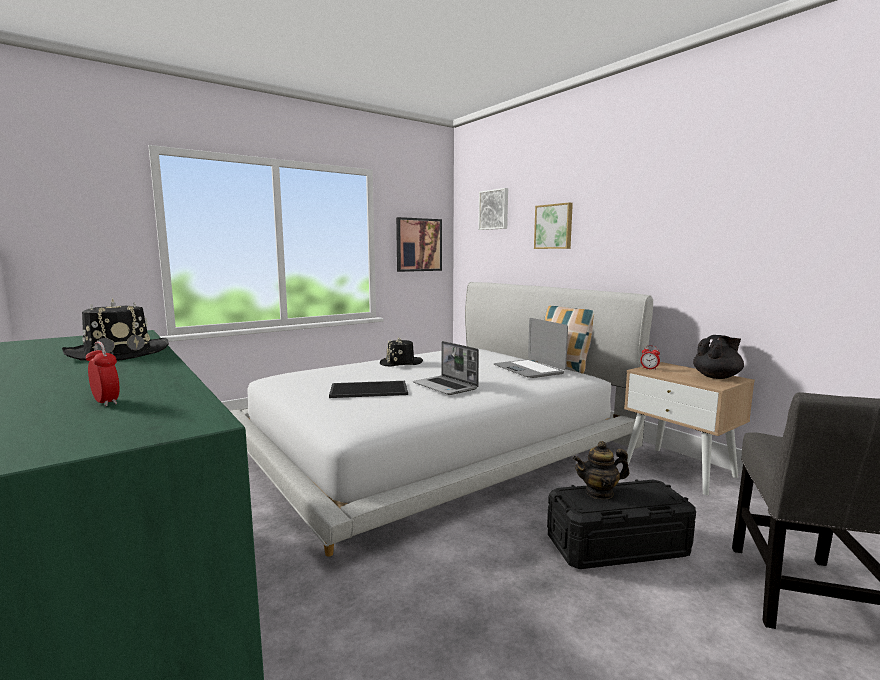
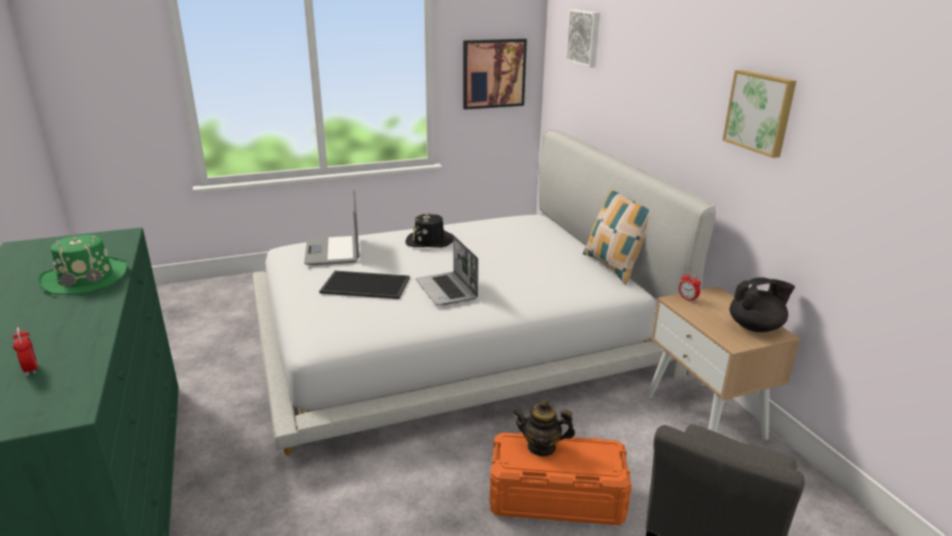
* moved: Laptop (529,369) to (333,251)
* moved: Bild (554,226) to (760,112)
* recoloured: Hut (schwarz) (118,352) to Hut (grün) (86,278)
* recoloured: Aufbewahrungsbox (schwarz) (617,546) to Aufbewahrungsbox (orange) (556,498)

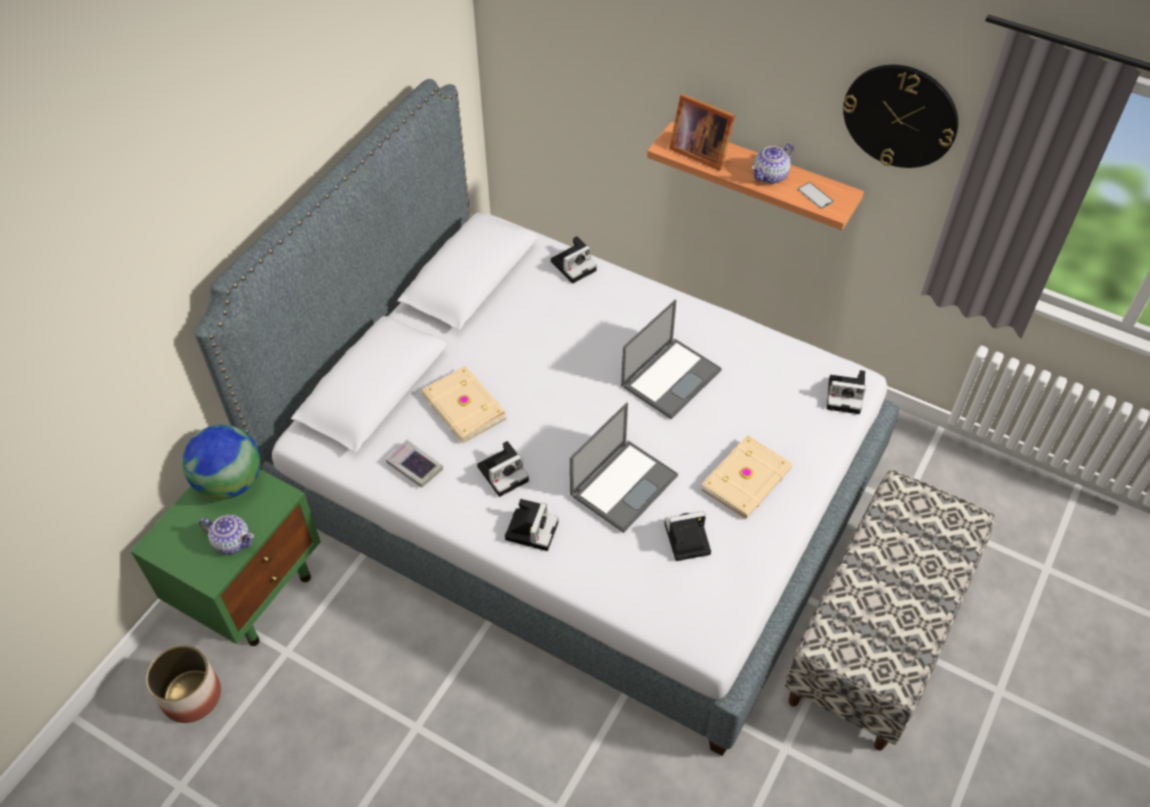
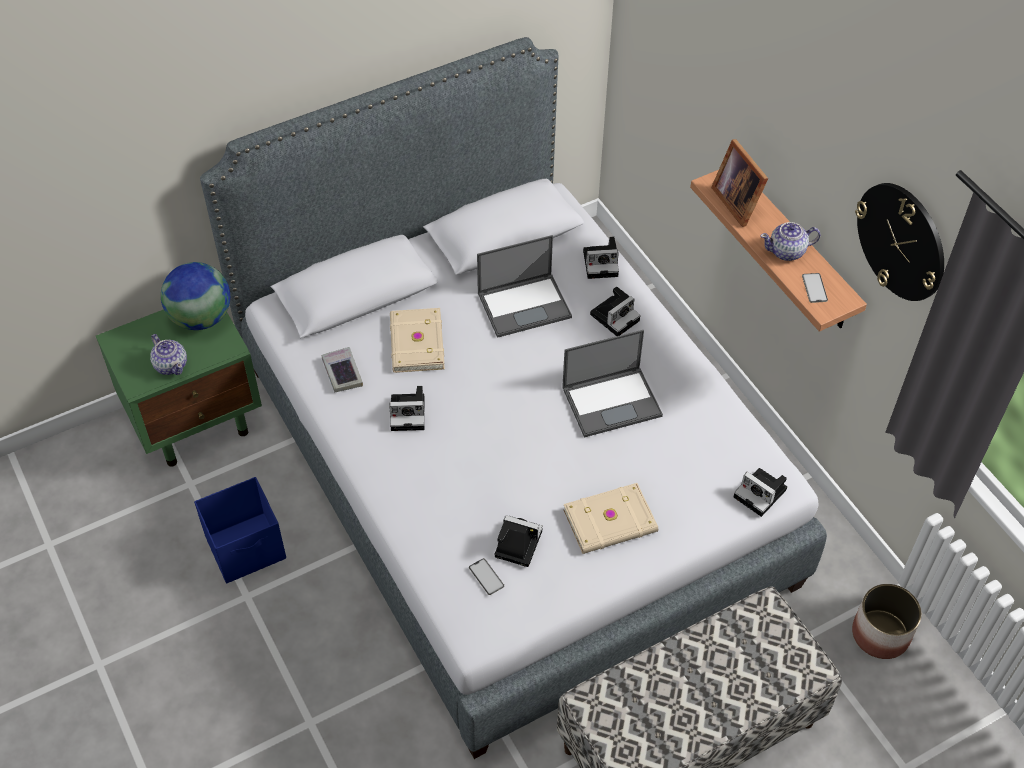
* added: Aufbewahrungsbox (blau) (247,548)
* added: Handy (486,577)
* moved: Pflanzkübel (192,696) to (881,634)
* moved: Kamera (531,529) to (615,316)
* moved: Laptop (624,484) to (525,304)

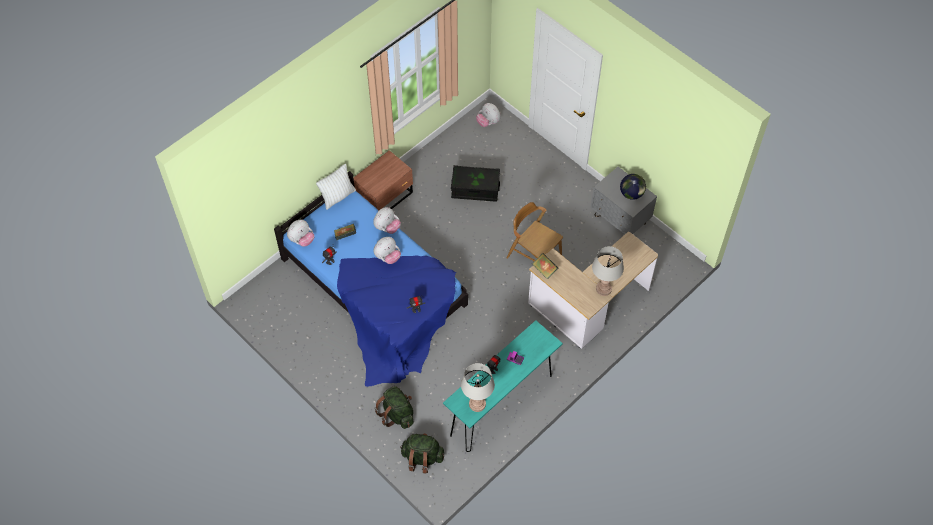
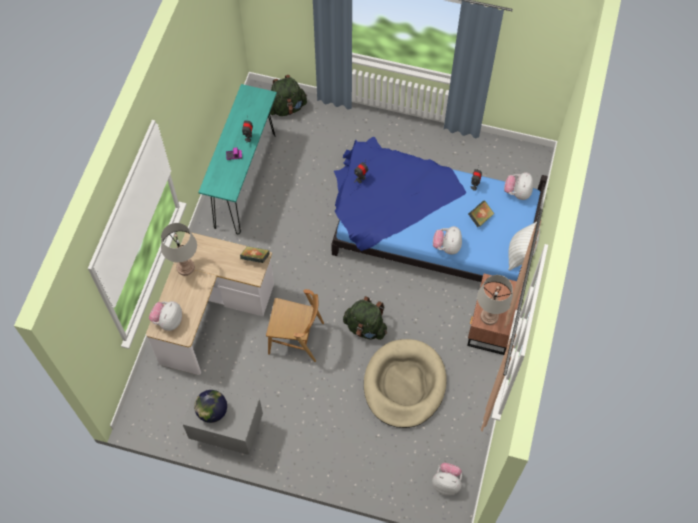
* moved: Plüschtier (387,257) to (168,321)
* moved: Rucksack (grün) (397,414) to (365,327)
* moved: Tischlampe (grau) (477,404) to (489,317)
* replaced: Aufbewahrungsbox (schwarz) (475,189) to Hundebett (beige) (404,384)

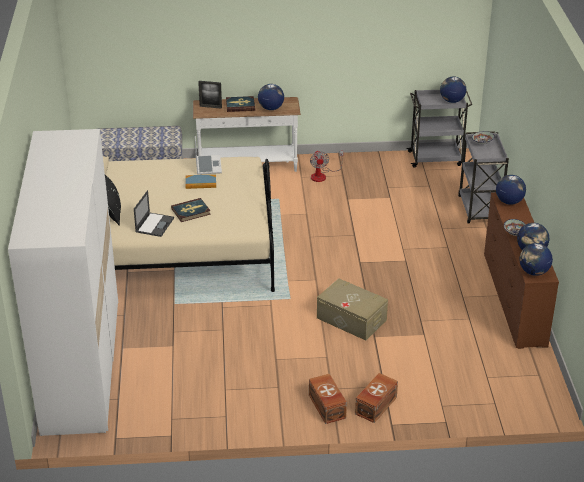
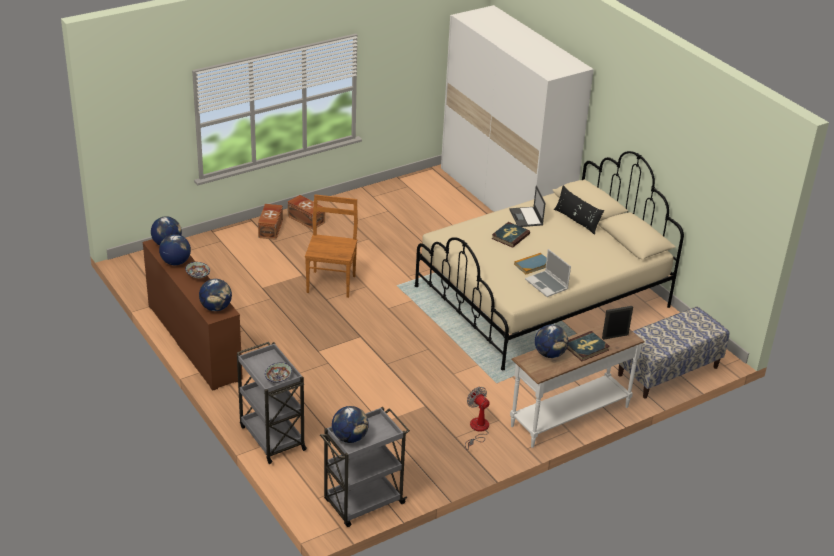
* replaced: Aufbewahrungsbox (beige) (351,319) to Stuhl (braun) (331,283)

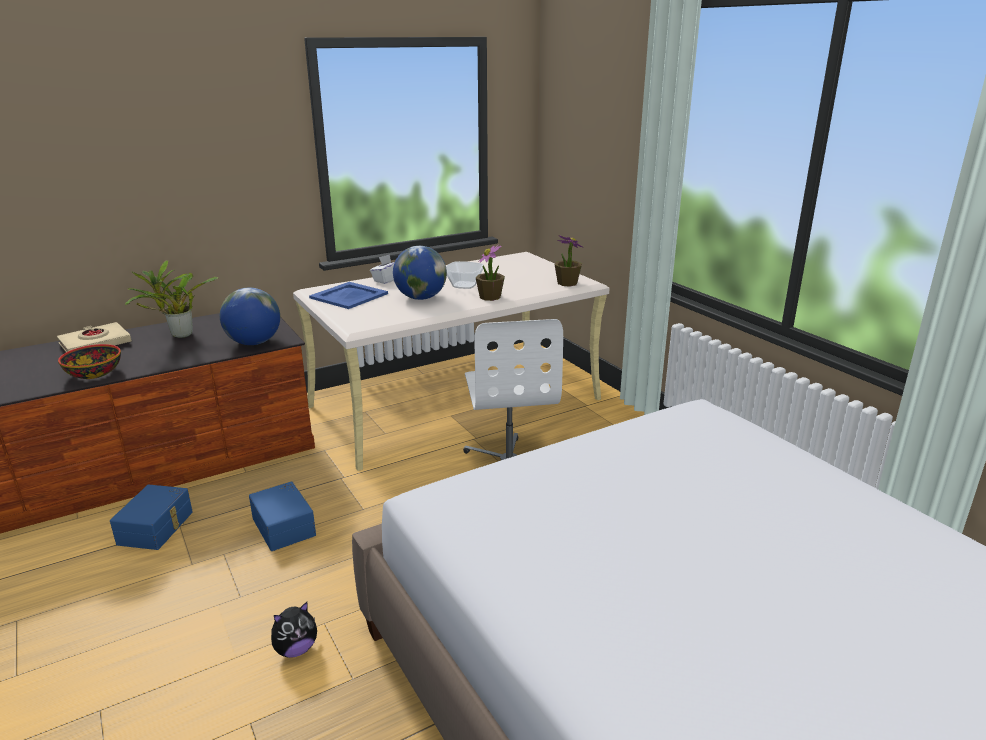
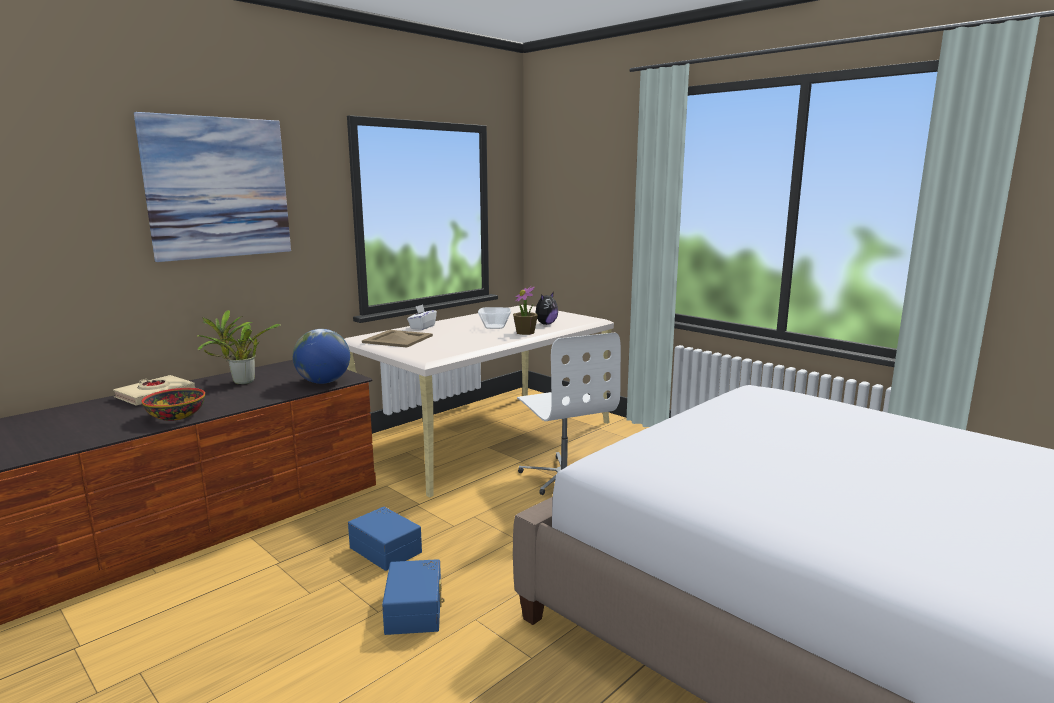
* removed: Globus (421,298)
* removed: Topfpflanze (567,283)
* added: Bild (218,188)
* moved: Aufbewahrungsbox (blau) (157,528) to (416,609)
* moved: Plüschtier (296,649) to (545,324)
* recoloured: Tablett (blau) (348,296) to Tablett (beige) (397,339)

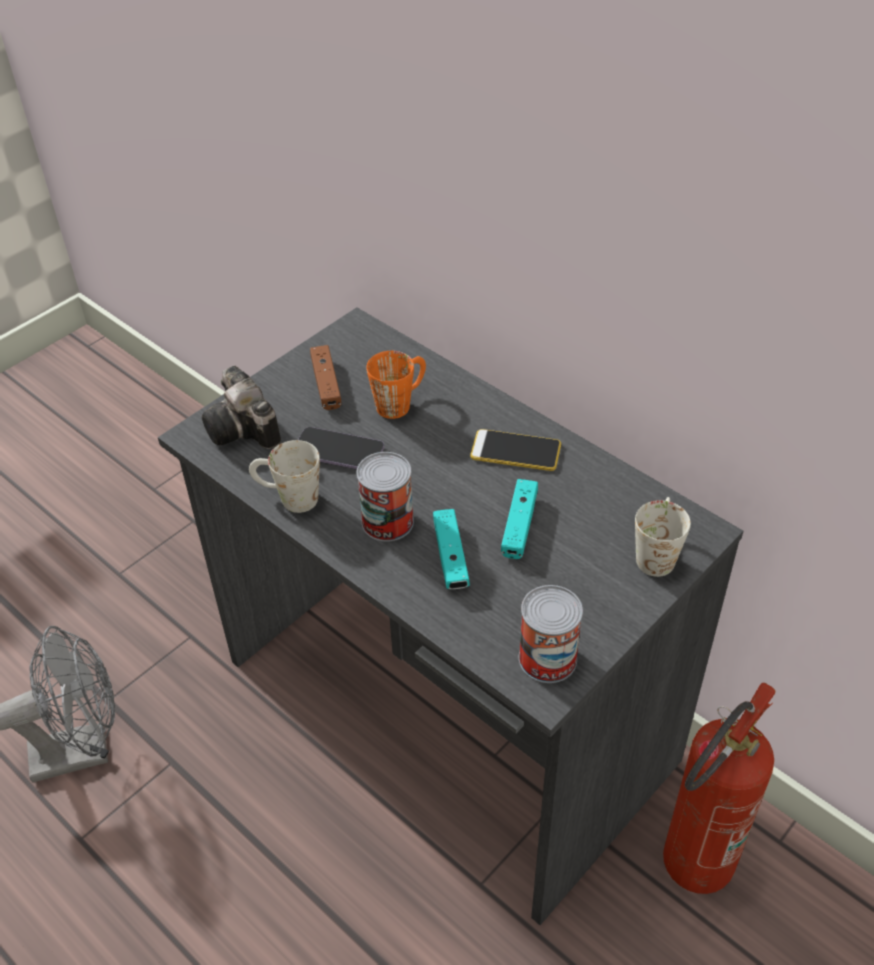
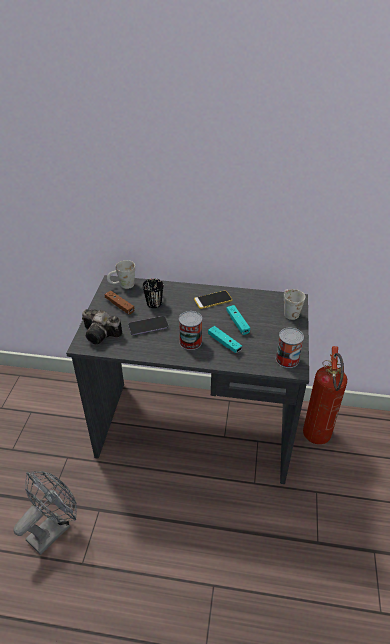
* moved: Henkelbecher (weiß) (288,498) to (122,285)
* recoloured: Henkelbecher (orange) (401,401) to Henkelbecher (schwarz) (155,300)

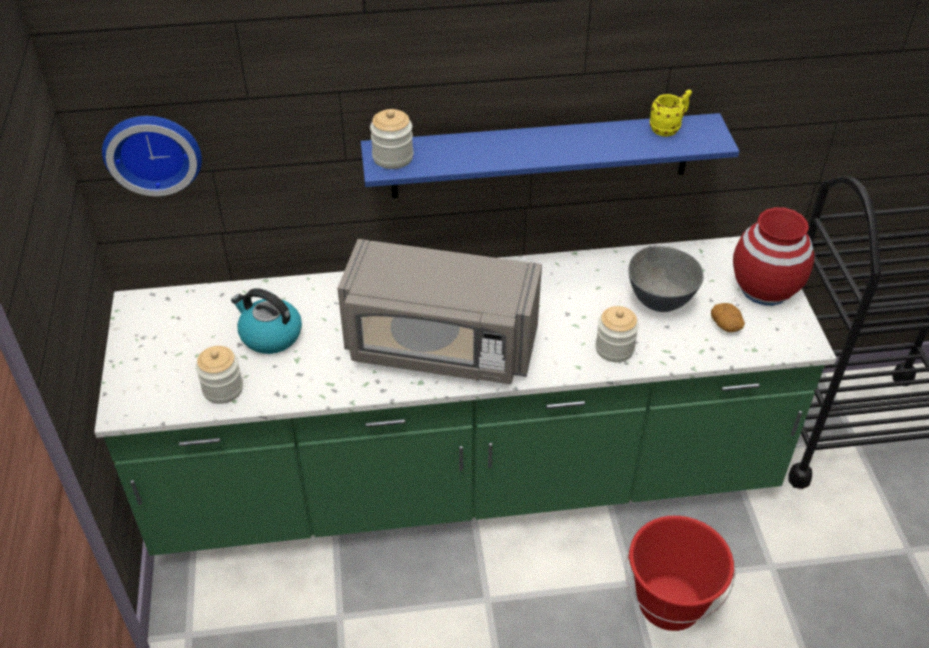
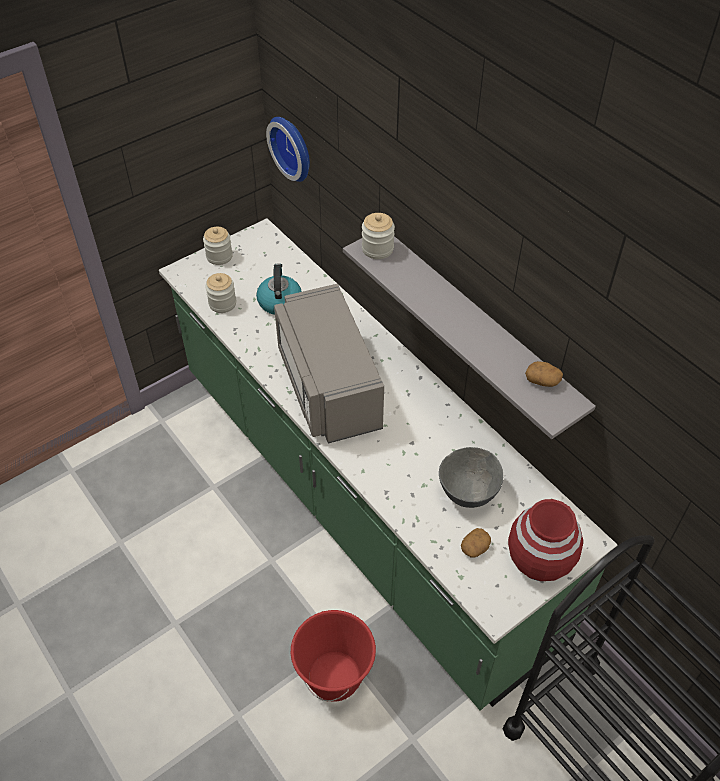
* moved: Vorratsglas (614,348) to (219,256)
* replaced: Henkelbecher (gelb) (668,128) to Kartoffel (542,380)
* recoloured: Wandregal (blau) (541,156) to Wandregal (grau) (477,330)

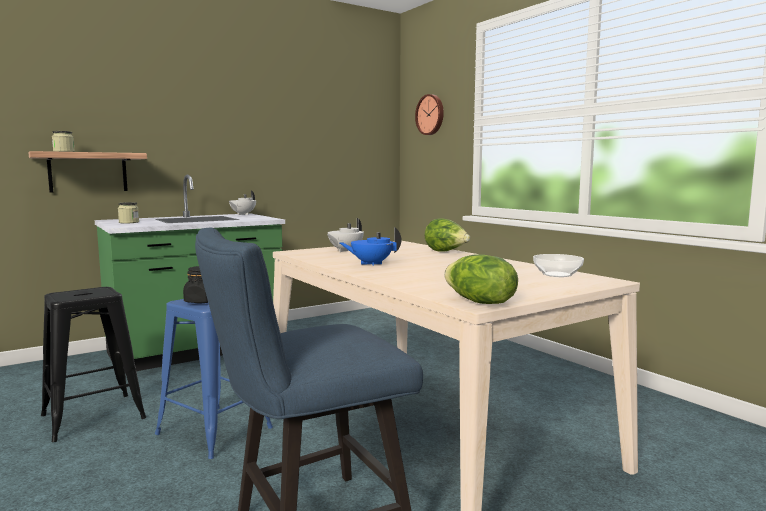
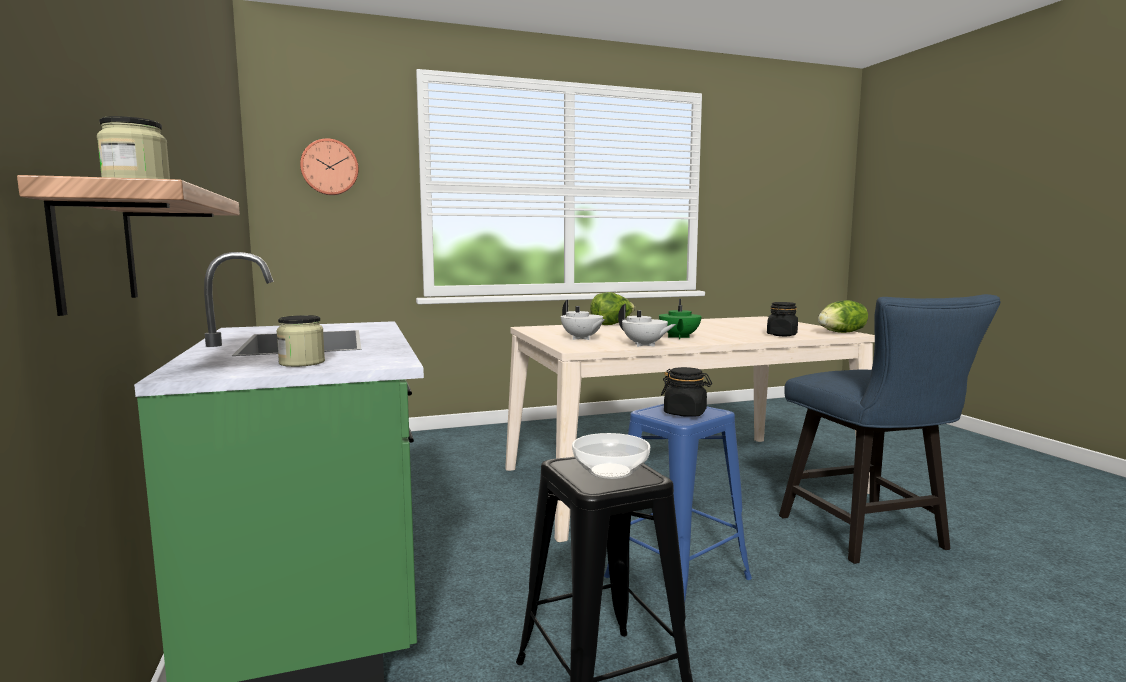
* added: Vorratsglas (schwarz) (782,335)
* moved: Teekanne (weiß) (242,214) to (644,345)
* moved: Schüssel (557,274) to (609,471)
* recoloured: Teekanne (blau) (371,264) to Teekanne (grün) (679,337)

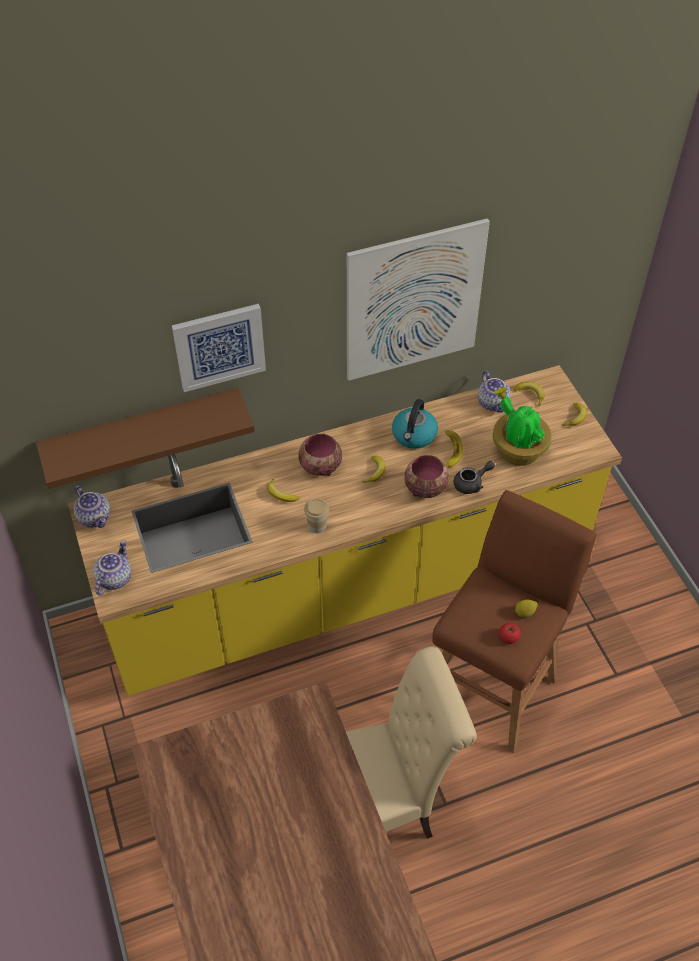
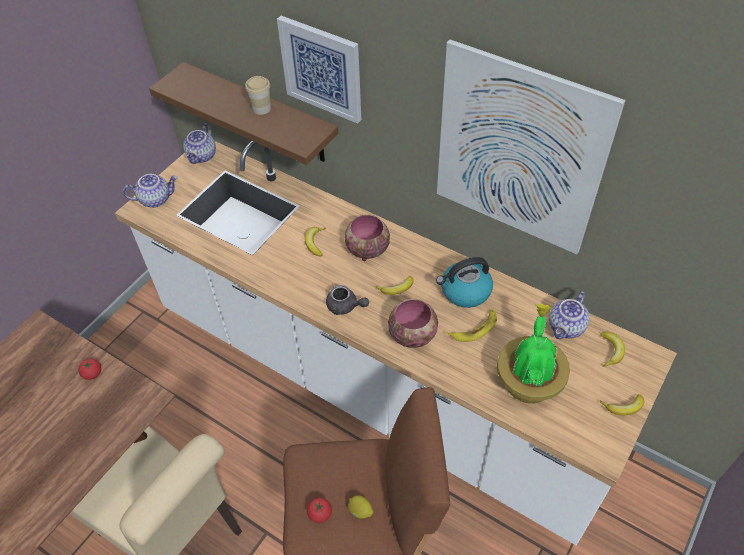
* added: Tomate (92,373)
* moved: Tasse (317,525) to (261,108)
* moved: Teekanne (grau) (472,483) to (345,306)
* recoloured: Küchenzeile (gelb) (349,587) to Küchenzeile (weiß) (375,382)

